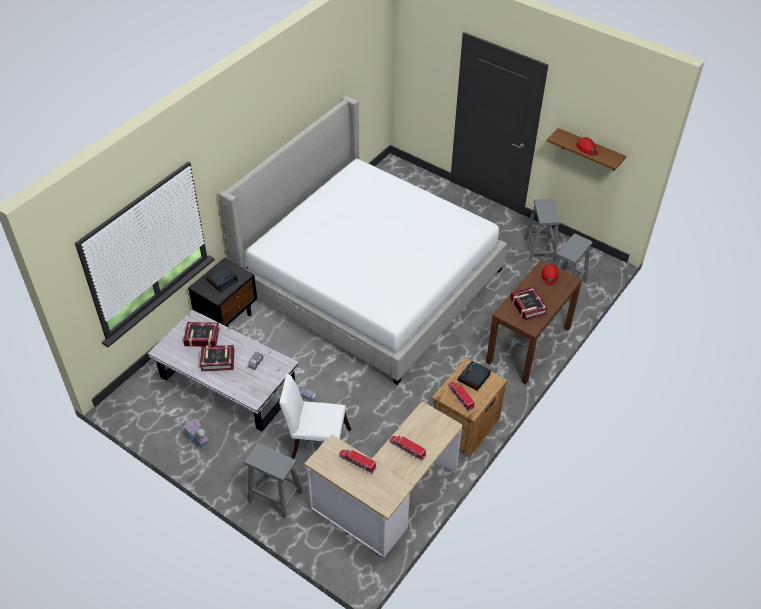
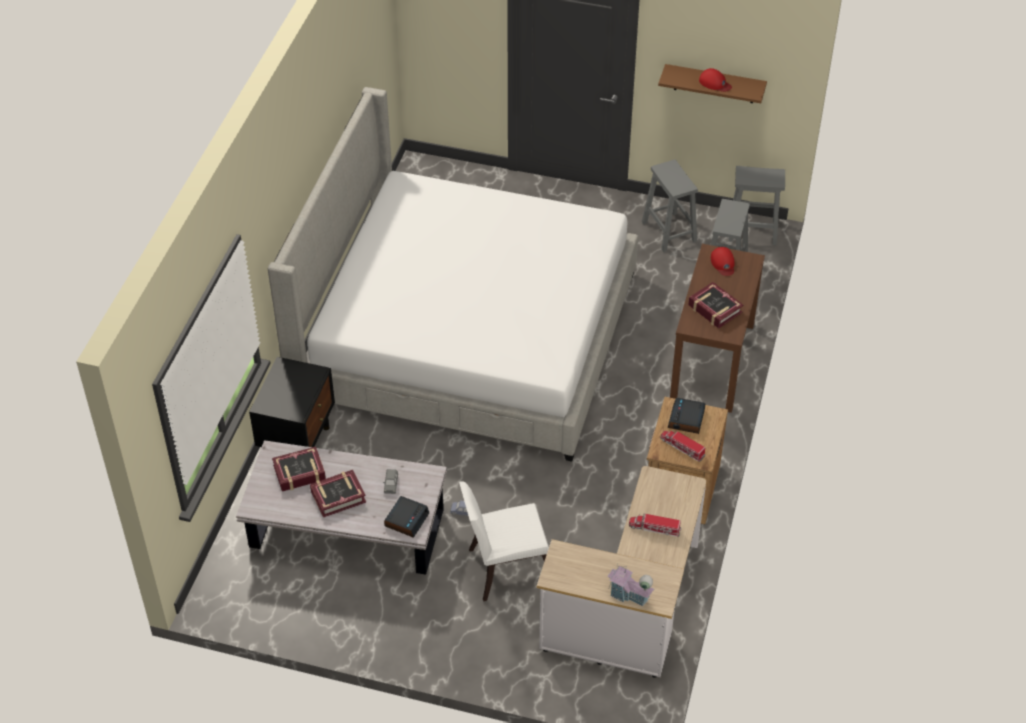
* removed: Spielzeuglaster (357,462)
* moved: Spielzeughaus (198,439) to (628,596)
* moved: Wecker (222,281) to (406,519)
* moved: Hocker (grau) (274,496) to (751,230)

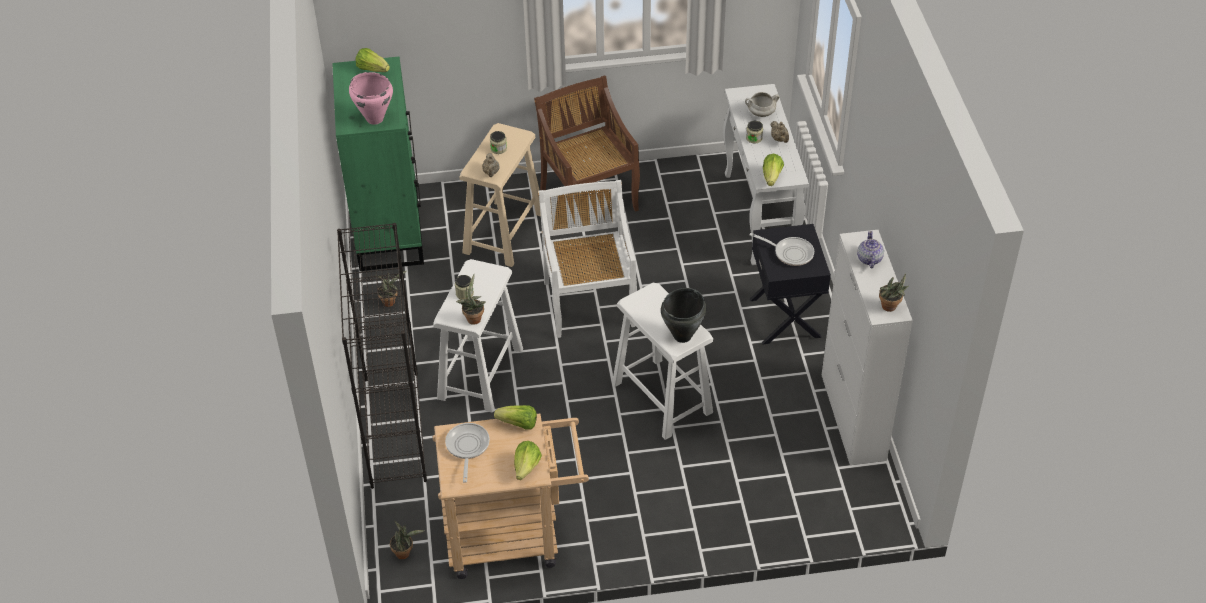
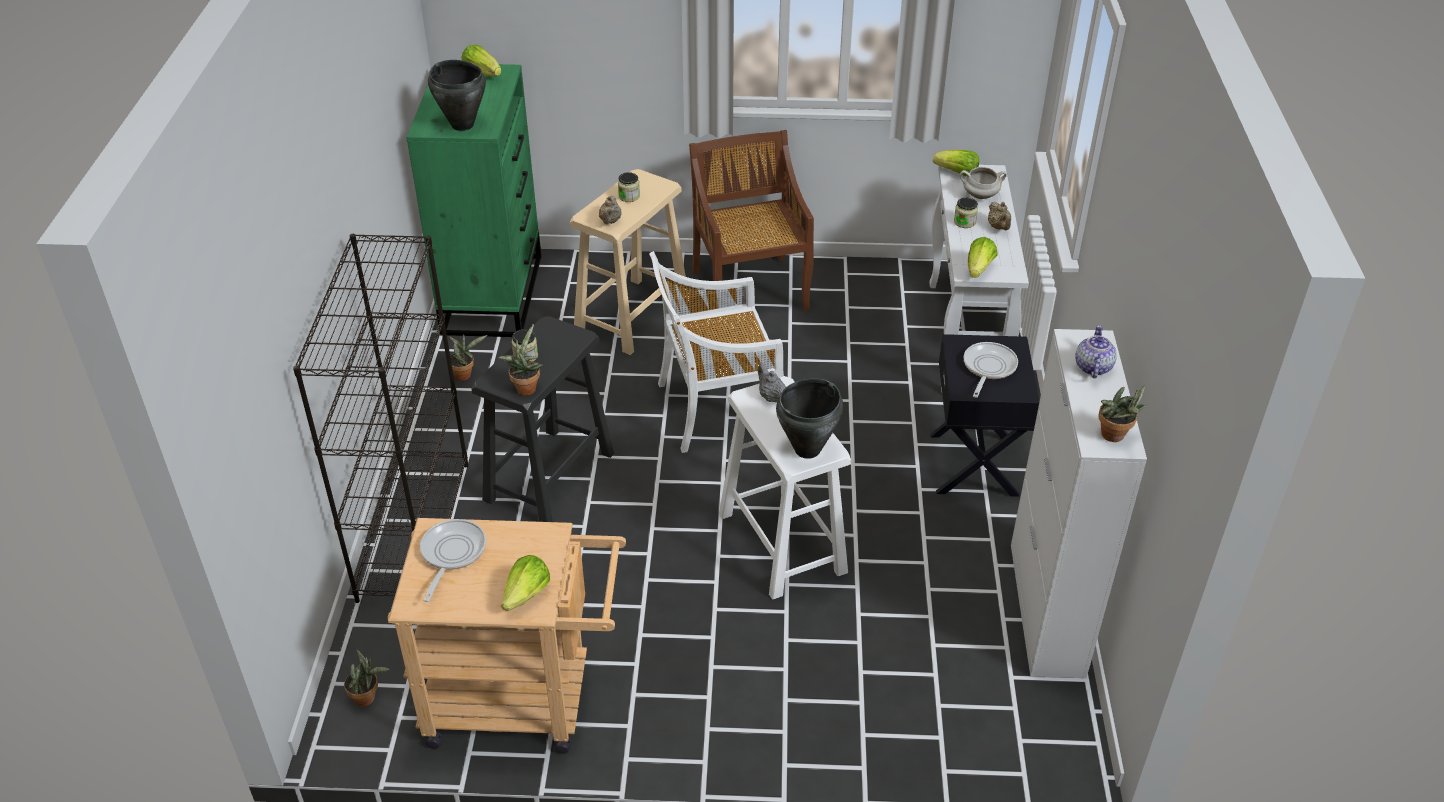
* added: Teekanne (grau) (771,397)
* moved: Salatkopf (518,424) to (957,173)
* recoloured: Kochtopf (rosa) (375,119) to Kochtopf (schwarz) (462,125)
* recoloured: Hocker (weiß) (481,373) to Hocker (schwarz) (550,476)
* turned: Stuhl (weiß) (589,302) = (716,410) 105 degrees counterclockwise
* turned: Pfanne (790,253) = (988,368) 105 degrees counterclockwise

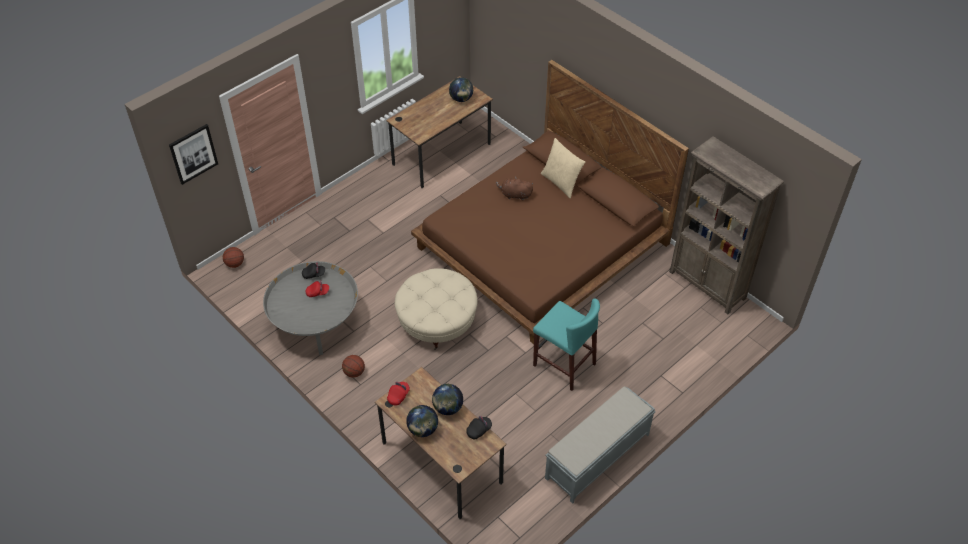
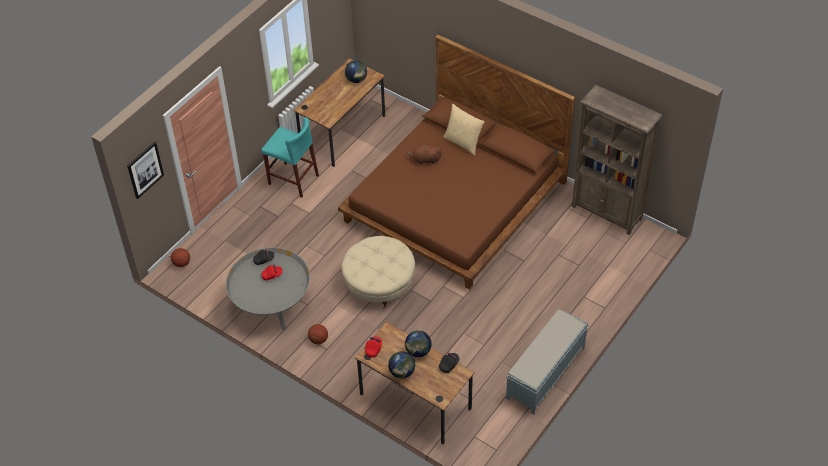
* moved: Hocker (türkis) (564,365) to (293,180)

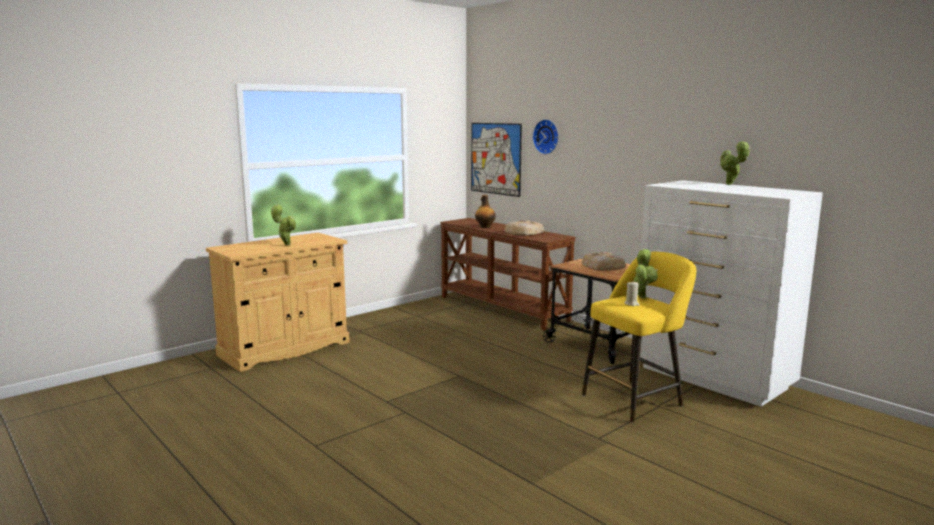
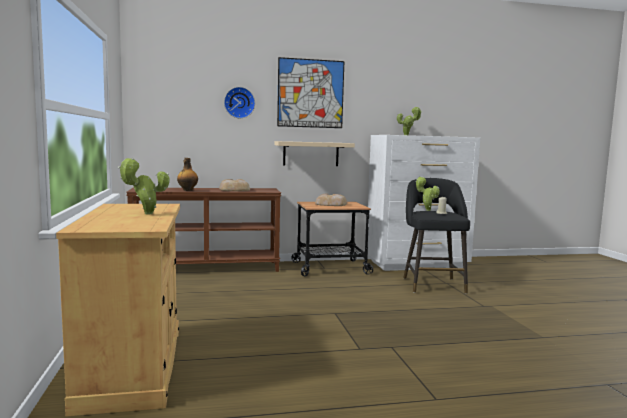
* added: Wandregal (beige) (311,154)
* moved: Bild (495,158) to (310,93)
* recoloured: Hocker (gelb) (635,399) to Hocker (schwarz) (432,284)

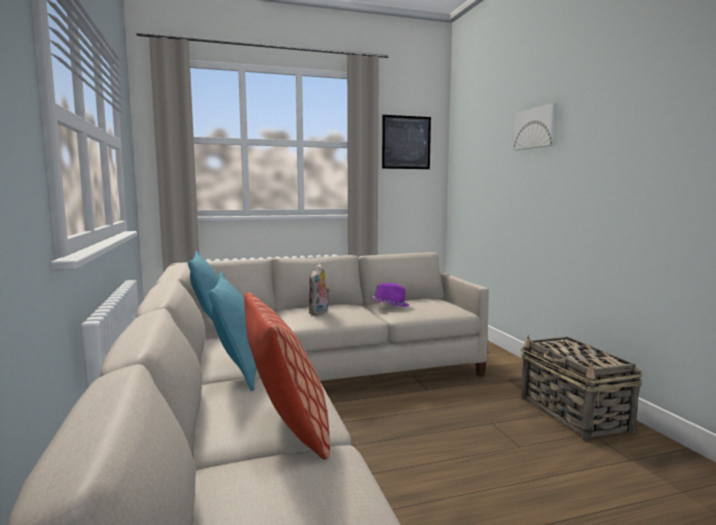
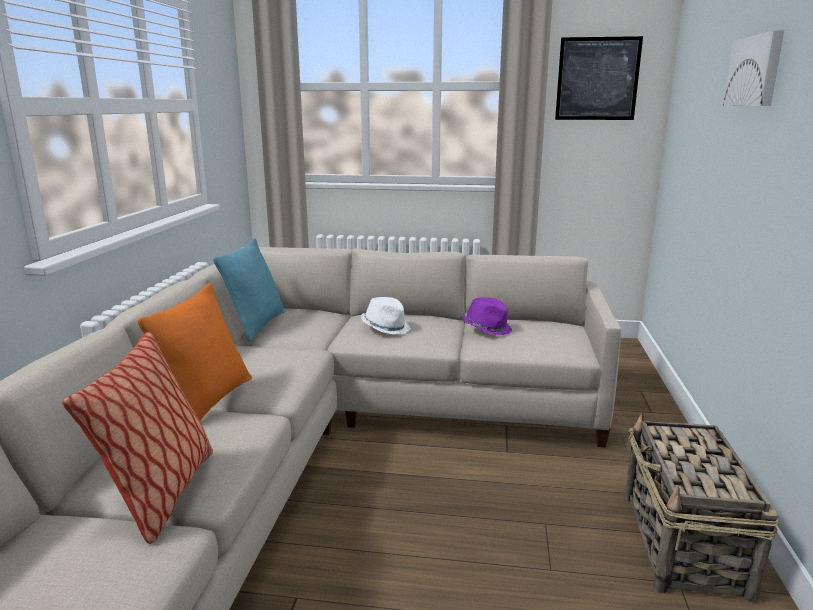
* replaced: Plüschtier (319,312) to Hut (weiß) (386,328)
* recoloured: Kissen (türkis) (239,372) to Kissen (orange) (208,401)

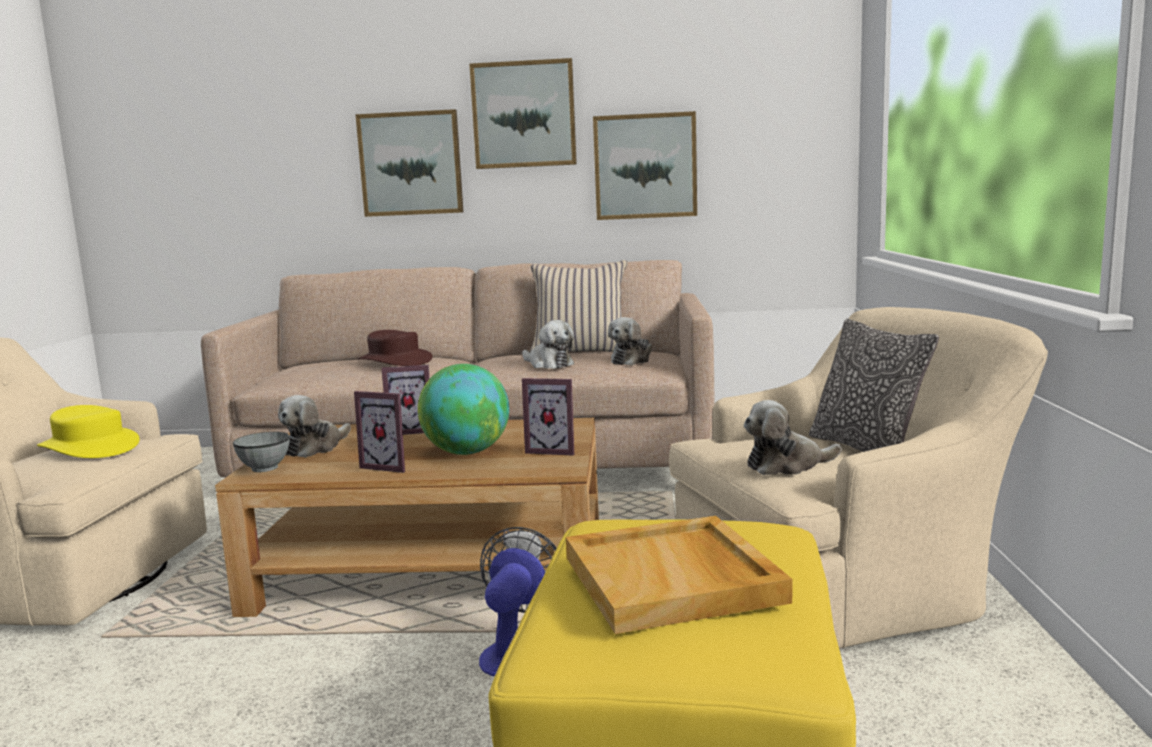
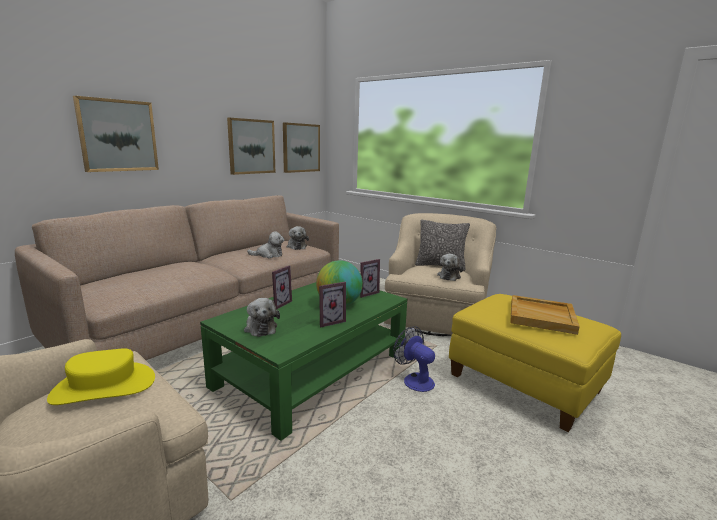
* removed: Schüssel (grau) (265,468)
* removed: Hut (braun) (394,361)
* removed: Kissen (beige) (580,351)
* moved: Bild (524,115) to (301,148)
* recoloured: Couchtisch (braun) (435,569) to Couchtisch (grün) (313,370)

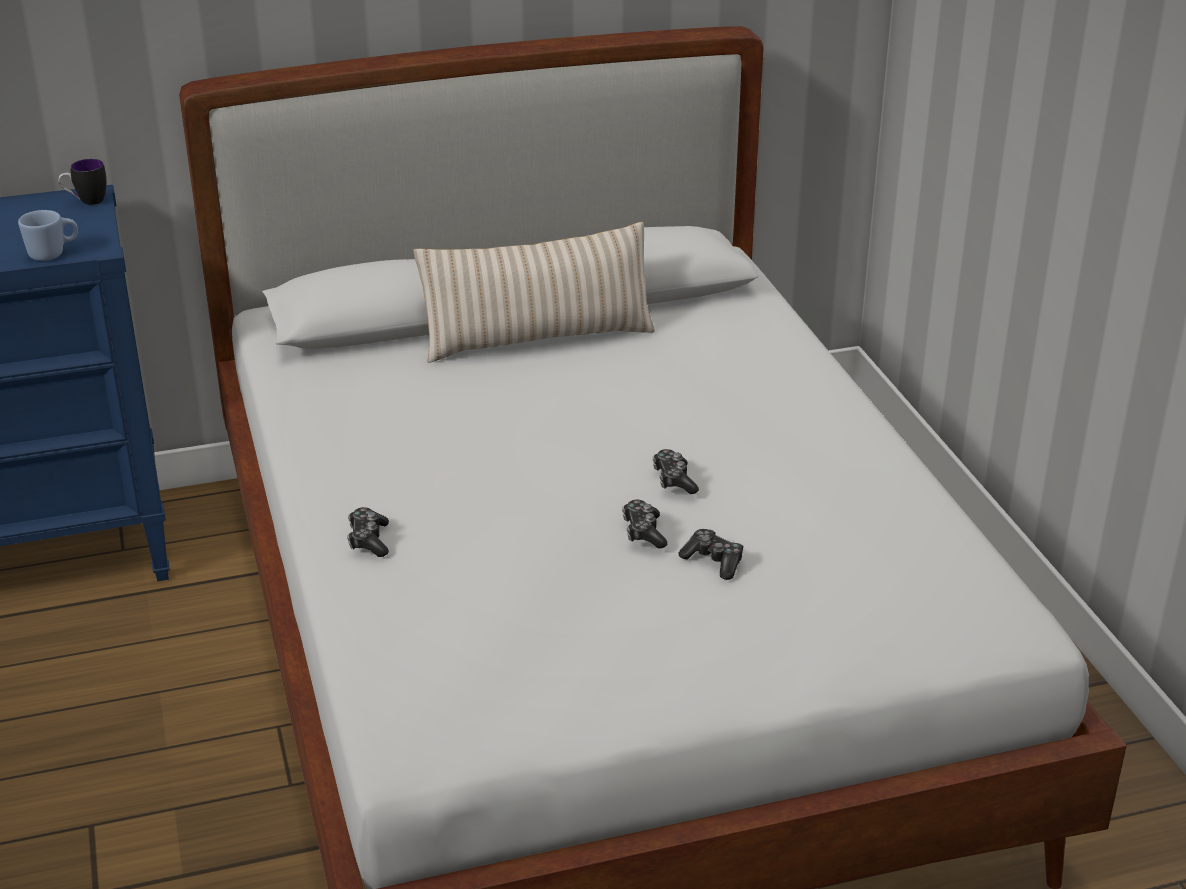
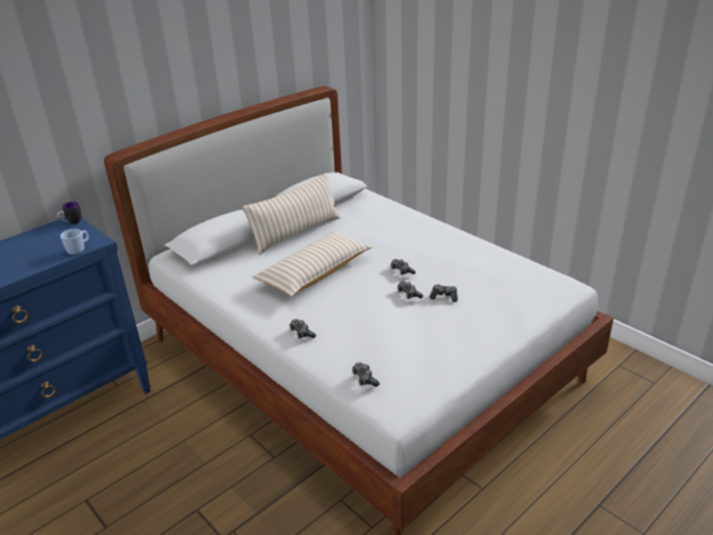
* added: Kissen (beige) (314,273)
* added: Gamepad (365,378)

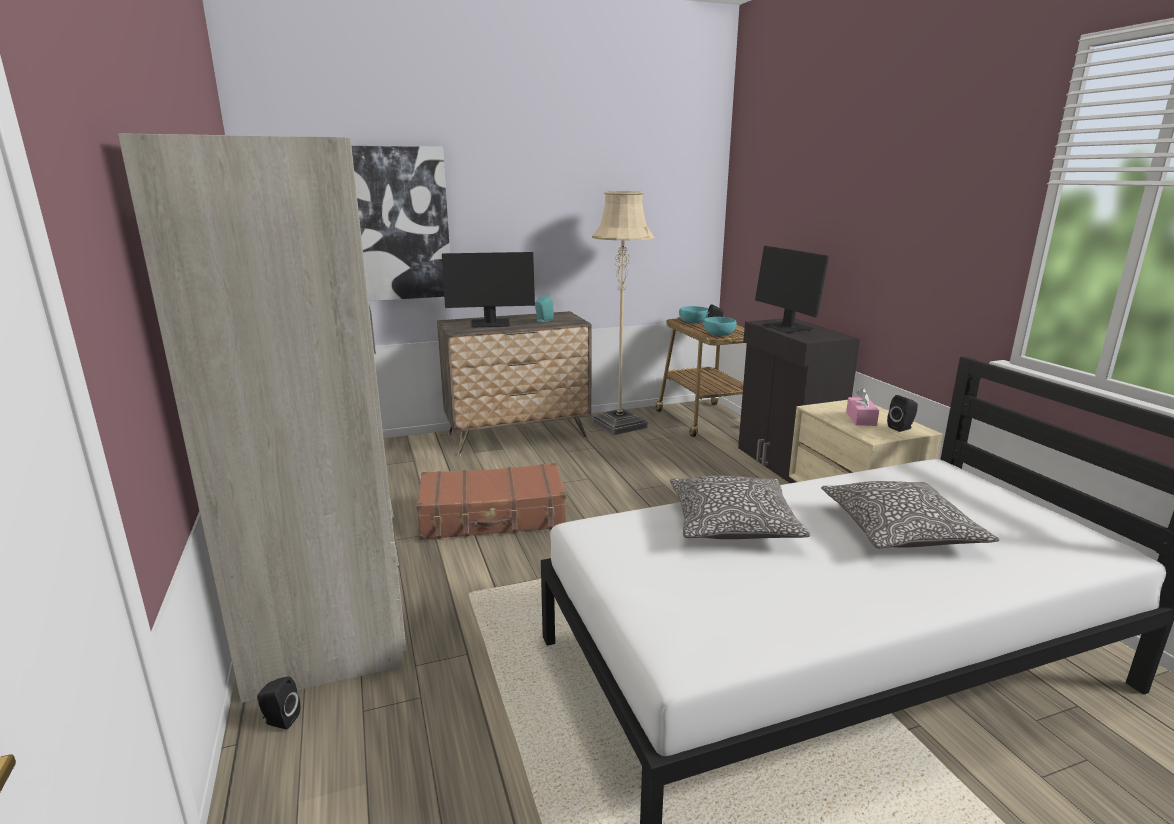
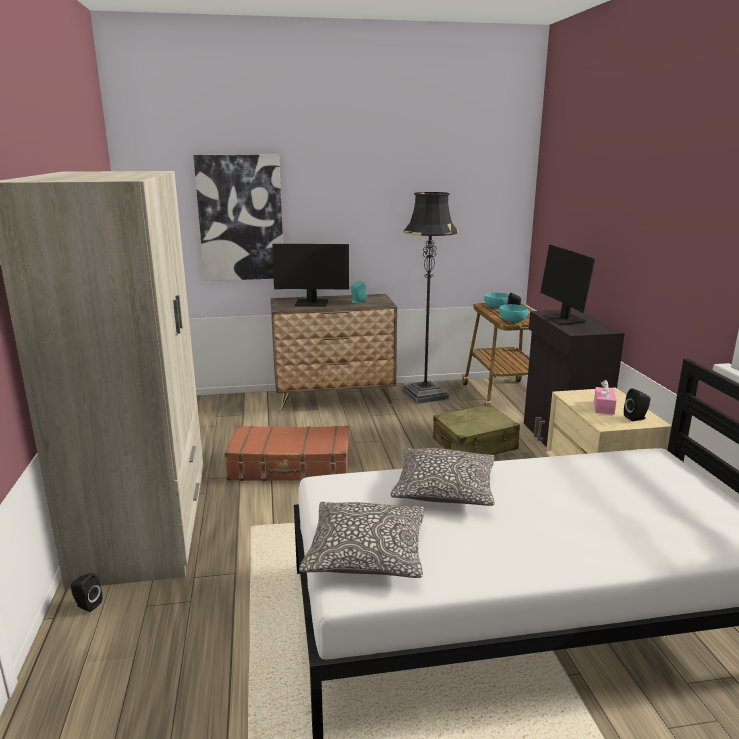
* added: Koffer (beige) (475,445)
* moved: Kissen (900,530) to (366,553)
* recoloured: Stehlampe (beige) (619,425) to Stehlampe (schwarz) (425,395)

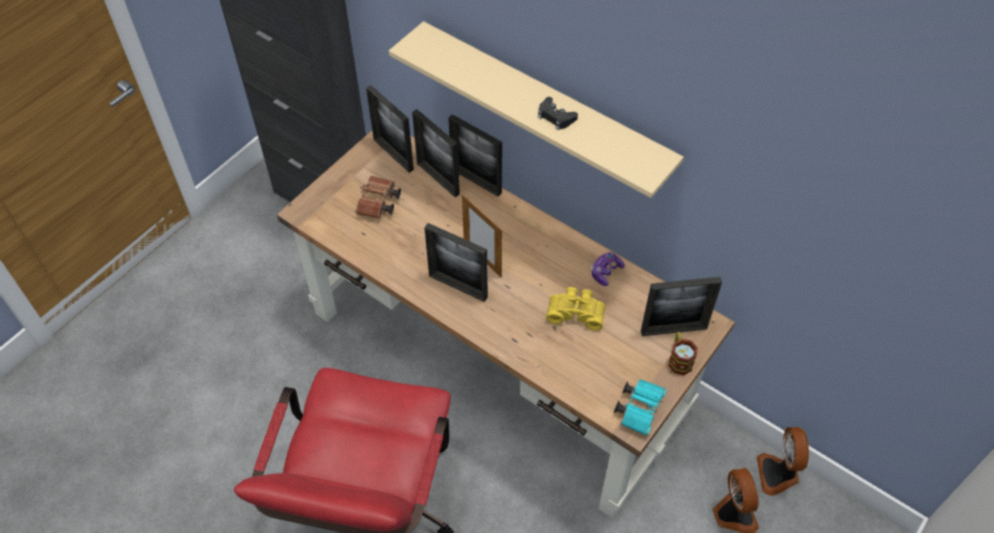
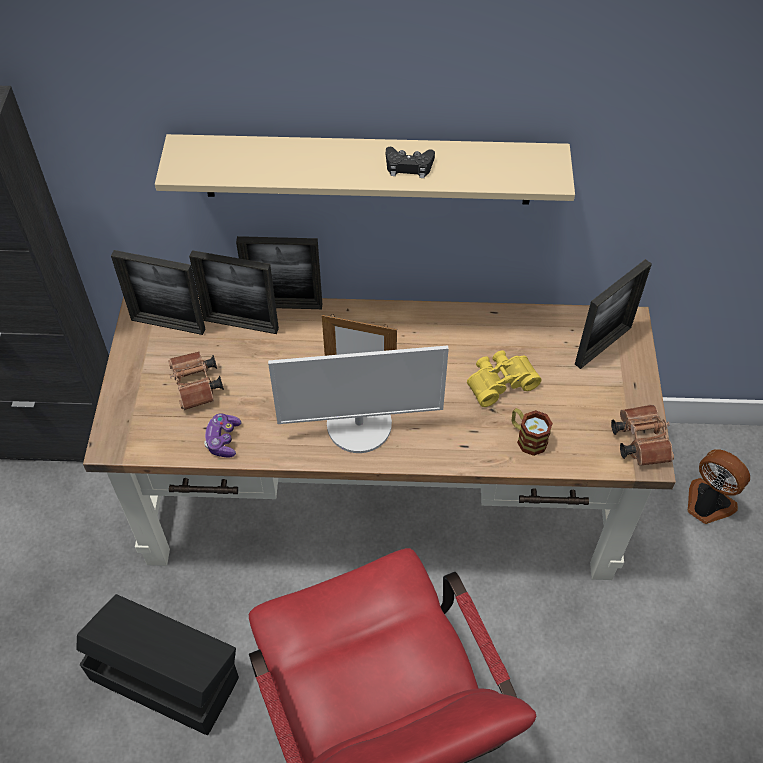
* removed: Ventilator (778,474)
* added: Aufbewahrungsbox (schwarz) (164,676)
* moved: Gamepad (605,272) to (223,440)
* moved: Henkelbecher (679,359) to (527,438)
* replaced: Bilderrahmen (458,286) to Monitor (359,425)
* recoloured: Fernglas (türkis) (639,408) to Fernglas (braun) (639,440)

